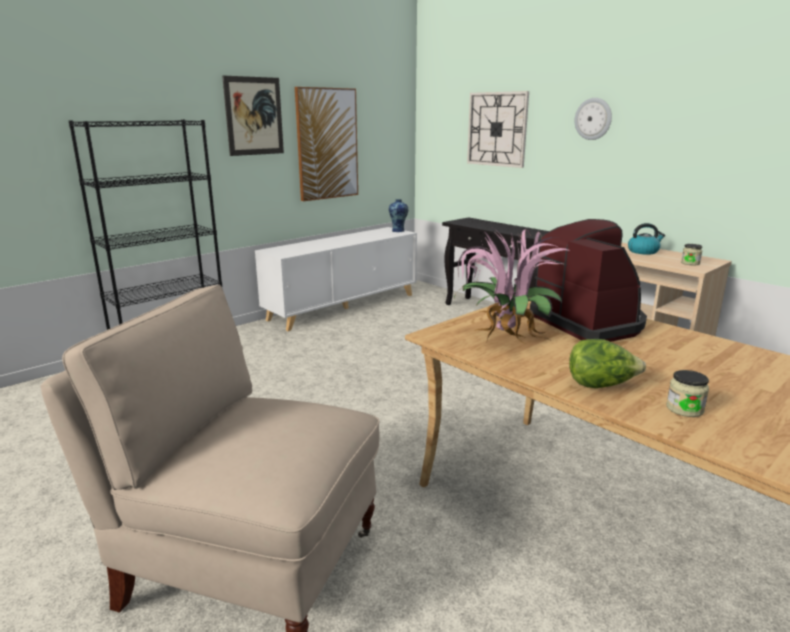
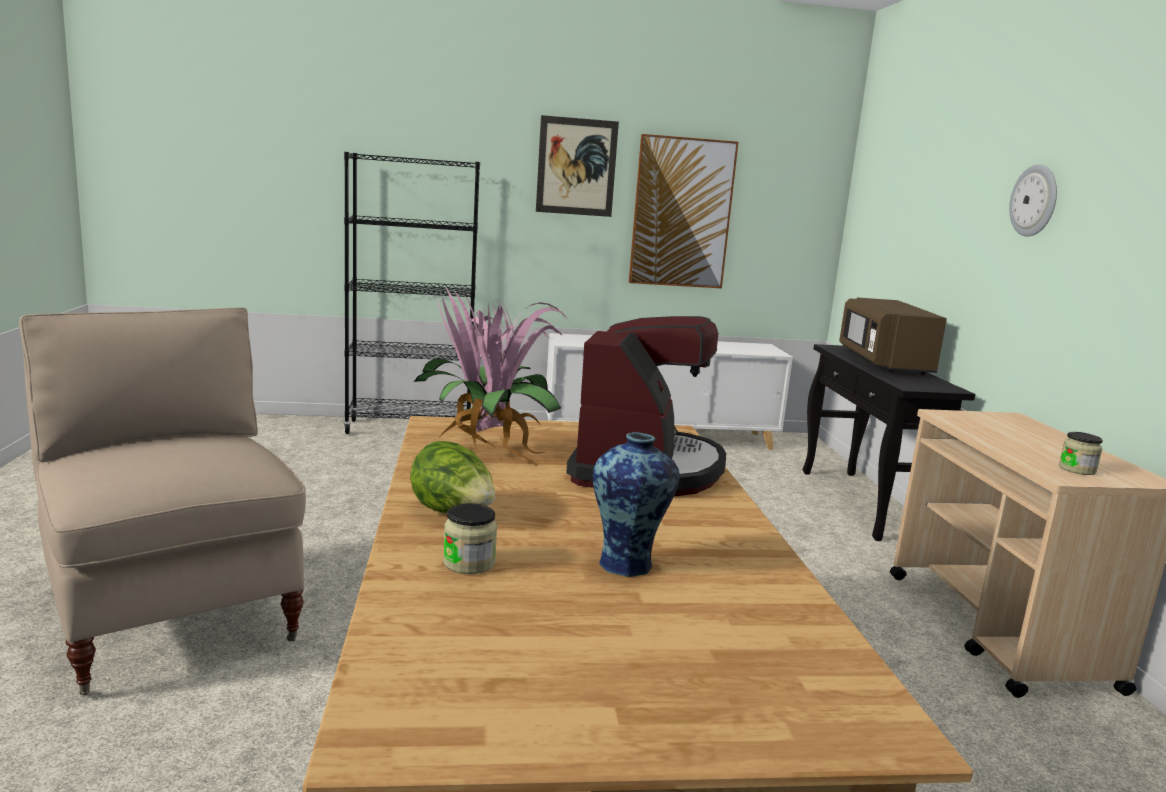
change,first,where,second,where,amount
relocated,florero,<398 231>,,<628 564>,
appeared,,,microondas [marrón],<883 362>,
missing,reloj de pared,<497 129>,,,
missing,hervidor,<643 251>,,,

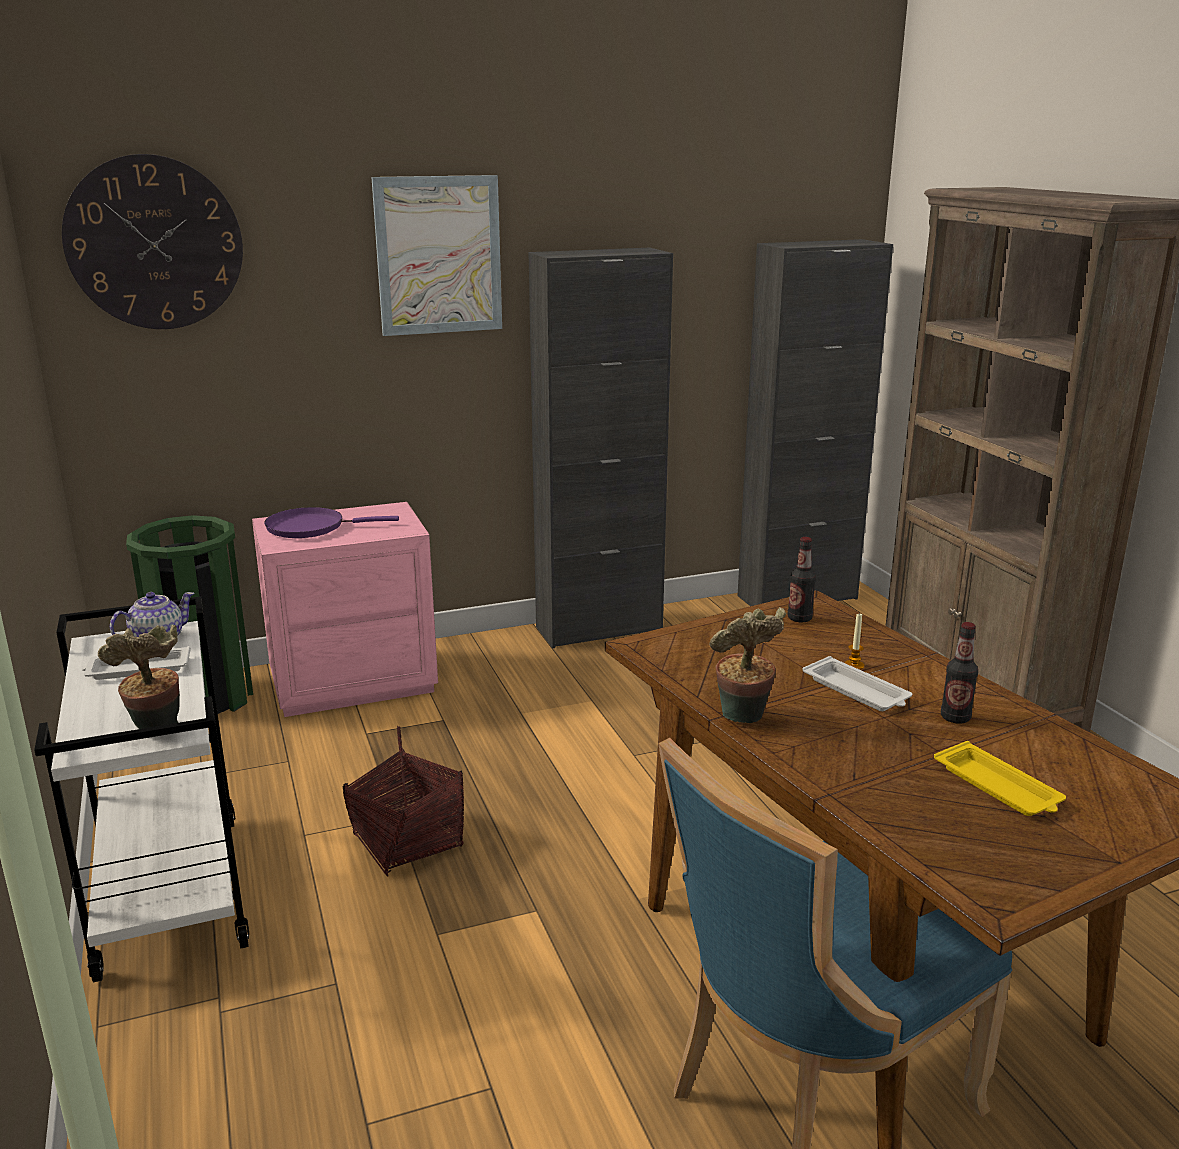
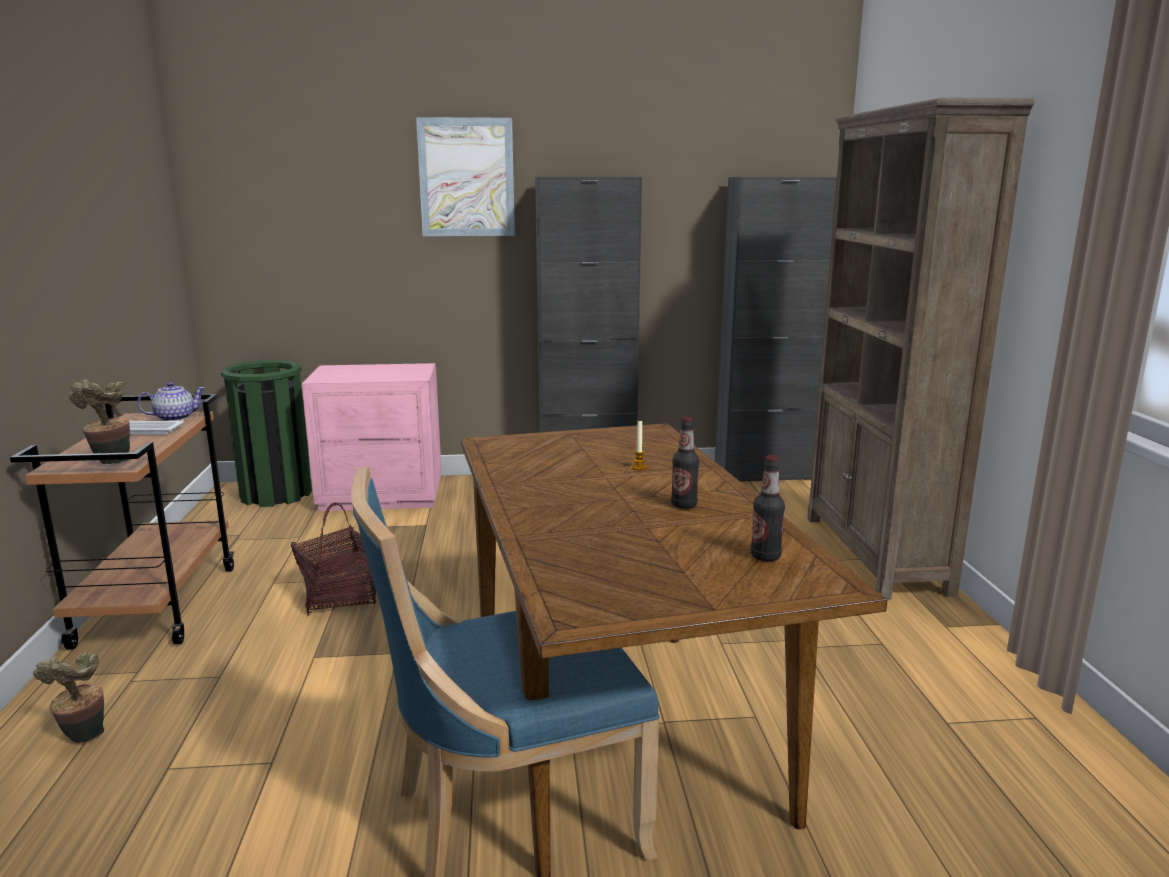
change,first,where,second,where,amount
colour,carrito [blanco],<168 893>,carrito [marrón],<157 605>,
relocated,planta en maceta,<743 719>,,<83 738>,
relocated,botella,<799 618>,,<765 556>,
missing,reloj de pared,<154 243>,,,
missing,sartén [morado],<311 527>,,,
missing,bandeja [blanco],<857 691>,,,
missing,bandeja [amarillo],<998 787>,,,

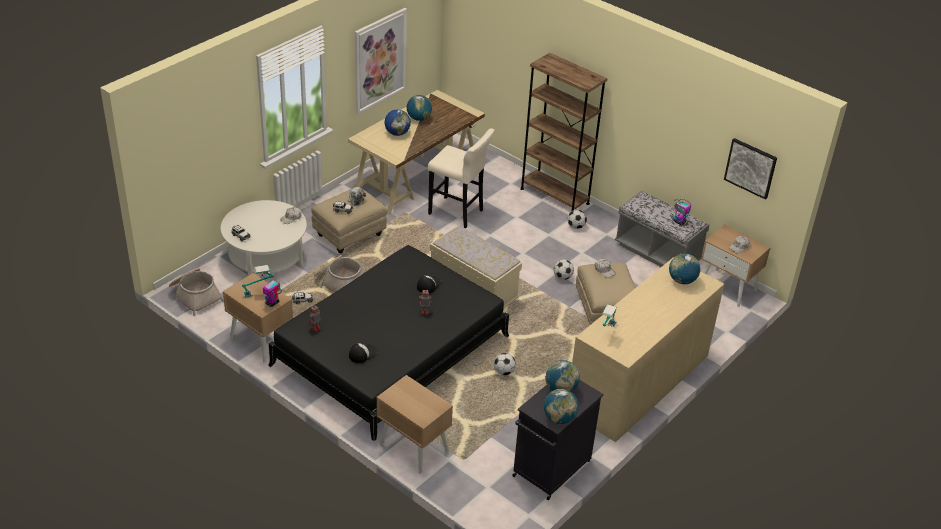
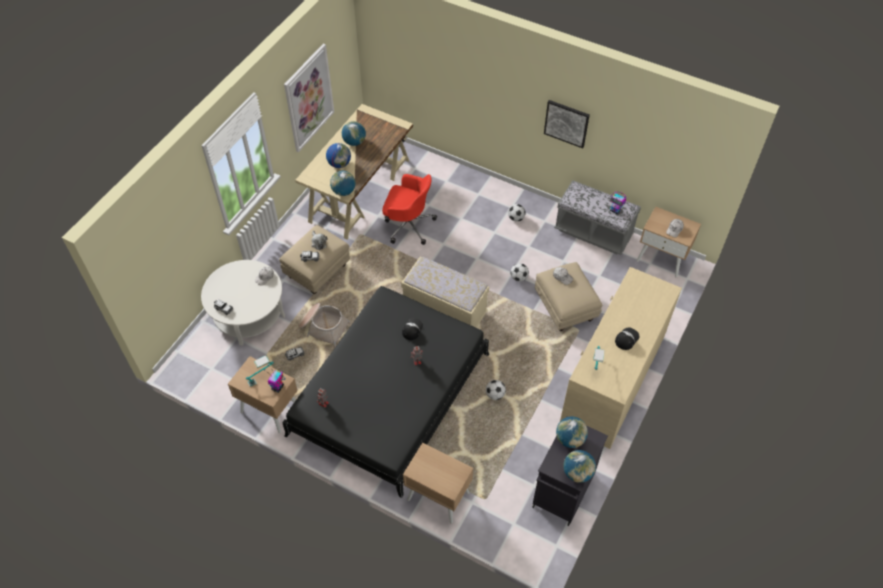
change,first,where,second,where,amount
relocated,globo terráqueo,<682 280>,,<343 191>,
exchanged,taburete [beis],<458 213>,silla de oficina [rojo],<408 225>,
relocated,cuadro,<750 168>,,<566 123>,
relocated,gorra,<362 354>,,<626 339>,
missing,cesta,<195 296>,,,
missing,estantería [marrón],<554 196>,,,

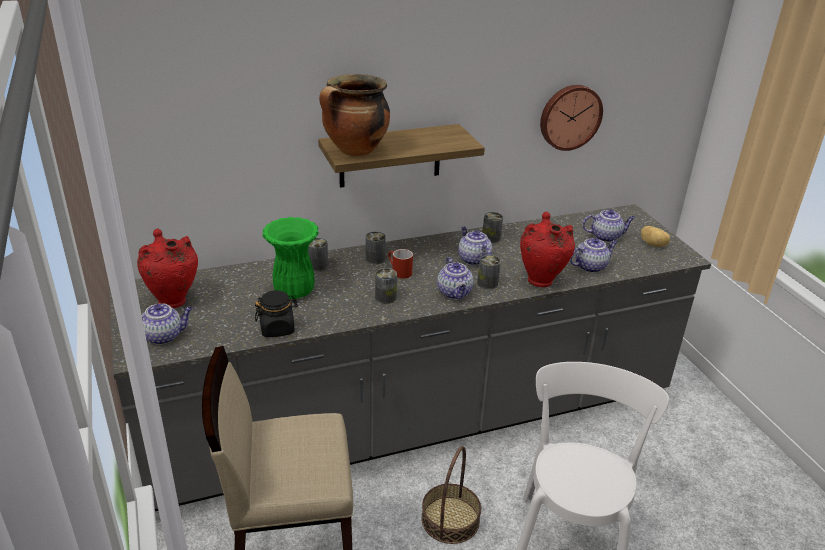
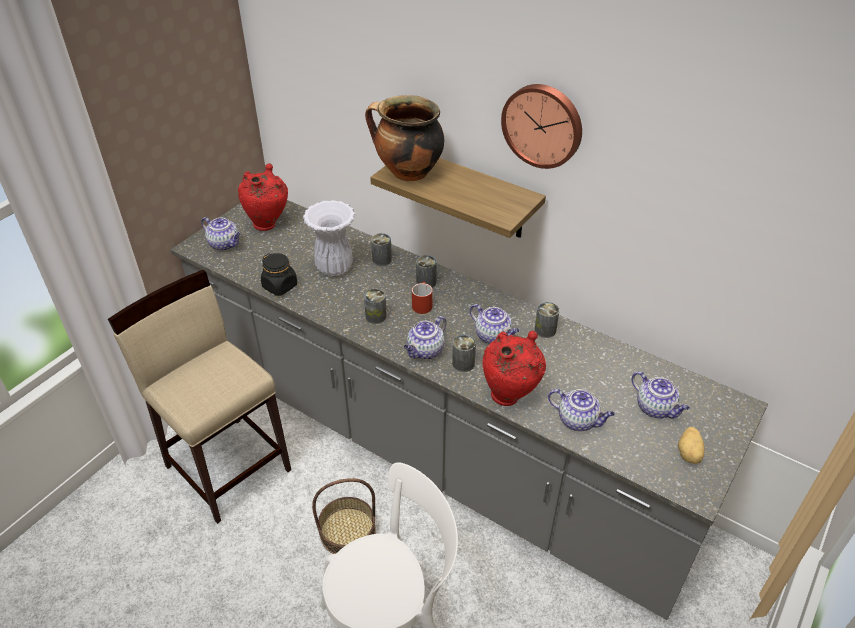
change,first,where,second,where,amount
colour,florero [verde],<295 291>,florero [blanco],<335 268>,
spun,tetera,<473 259>,,<493 336>,105 degrees clockwise
relocated,reloj de pared,<569 116>,,<543 125>,

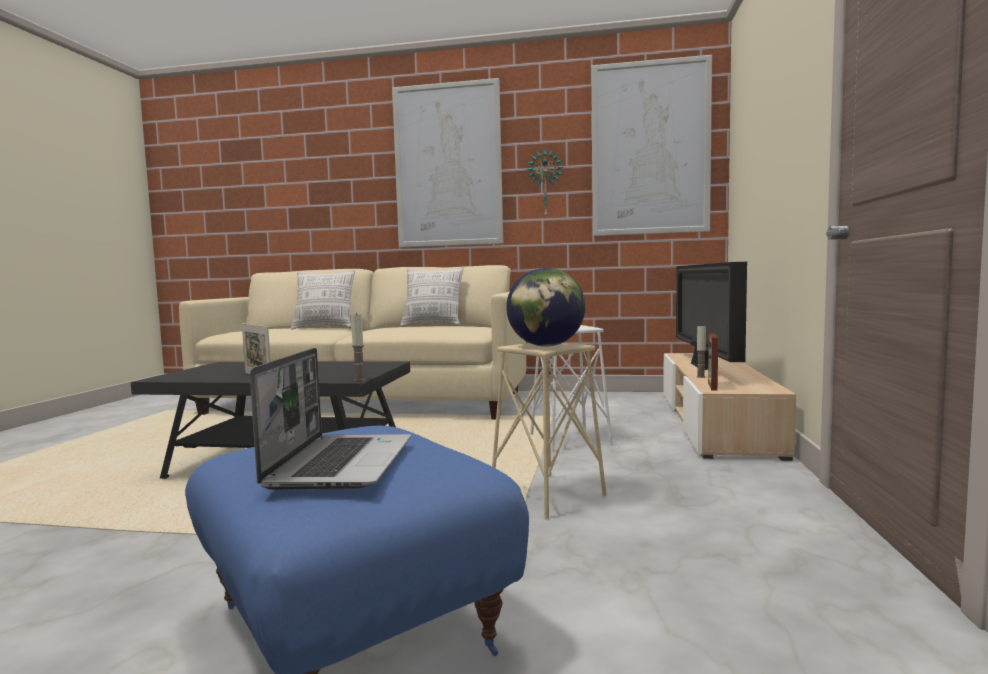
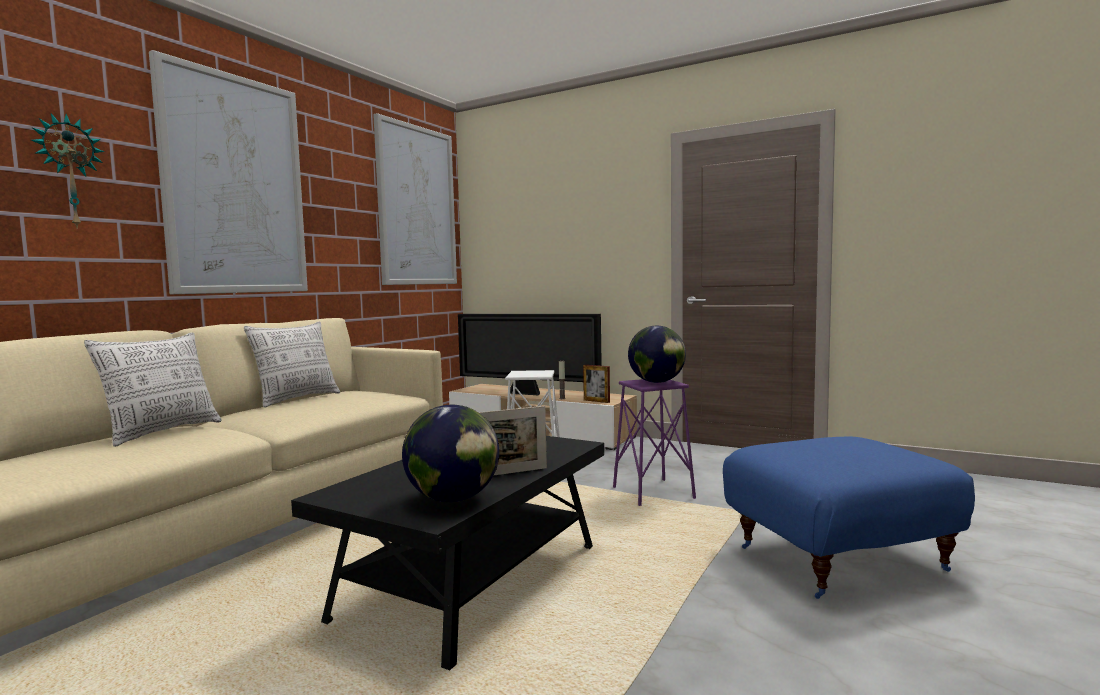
change,first,where,second,where,amount
relocated,reloj de pared,<545 184>,,<69 172>,
appeared,,,globo terráqueo,<452 499>,
colour,taburete [beis],<547 494>,taburete [morado],<652 492>,
missing,portátil,<341 462>,,,
missing,vela,<359 379>,,,

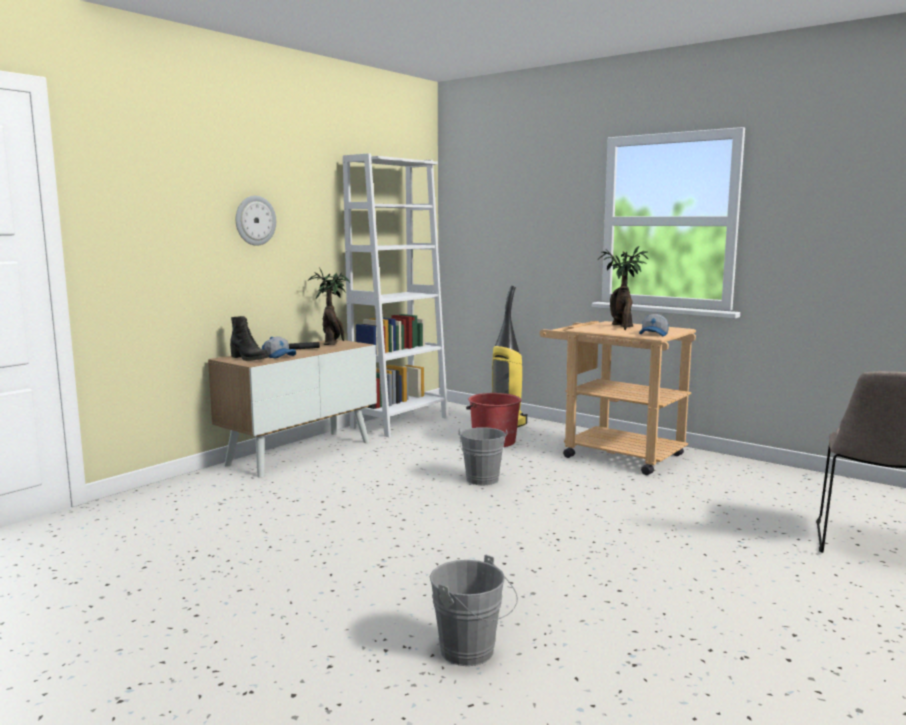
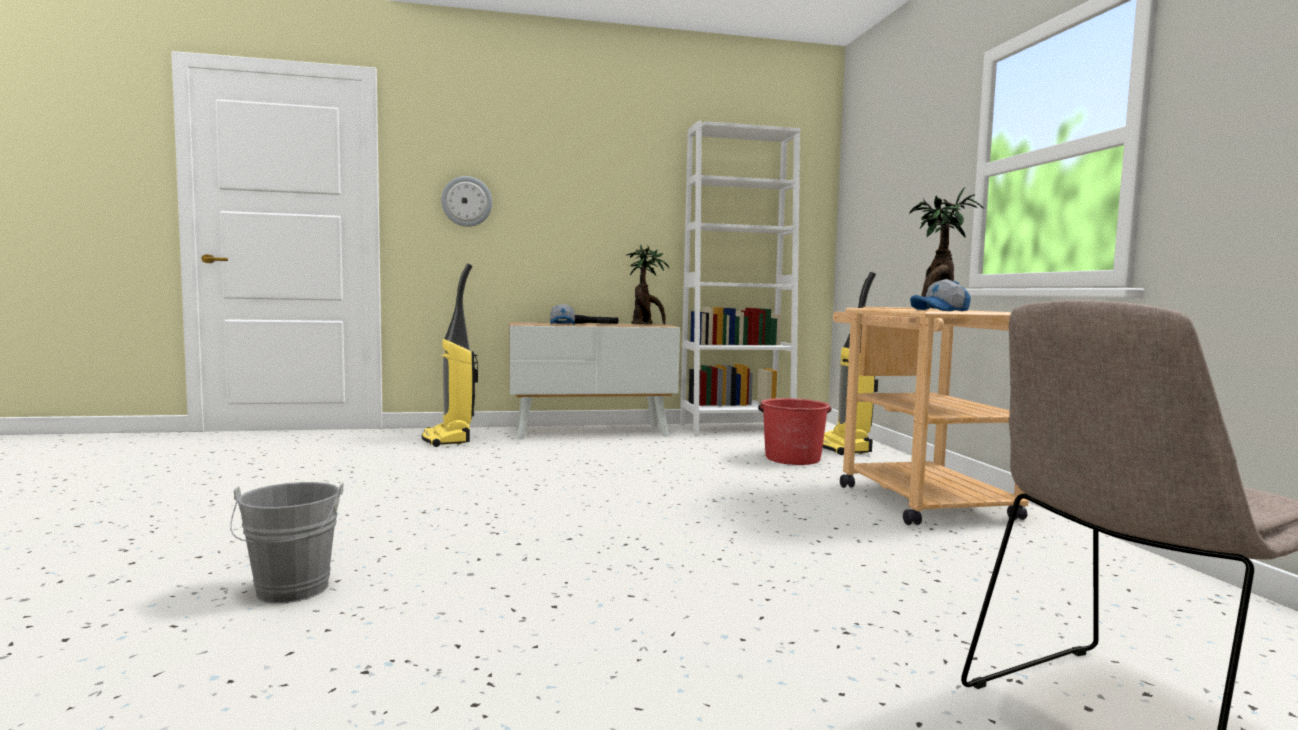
change,first,where,second,where,amount
appeared,,,aspiradora,<448 439>,
relocated,reloj de pared,<255 220>,,<467 201>,
missing,bota [negro],<248 359>,,,
missing,cubo [gris],<482 481>,,,

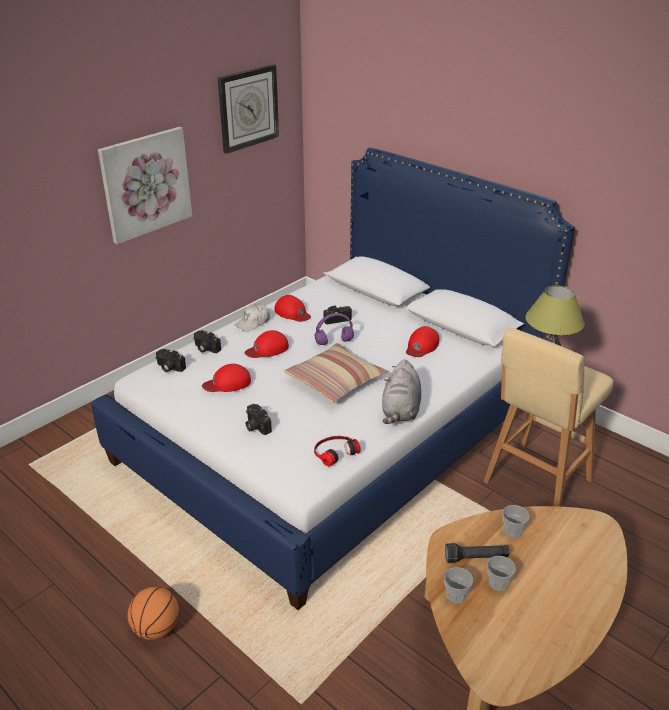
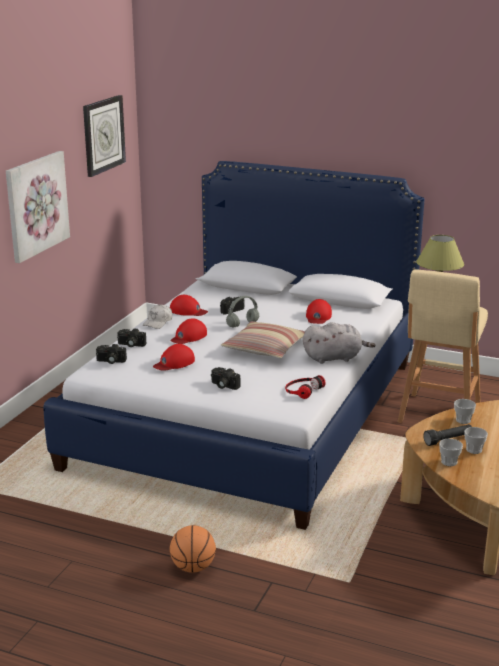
change,first,where,second,where,amount
colour,auriculares [morado],<333 342>,auriculares [gris],<242 324>,
spun,peluche [gris],<400 411>,,<334 358>,90 degrees counterclockwise

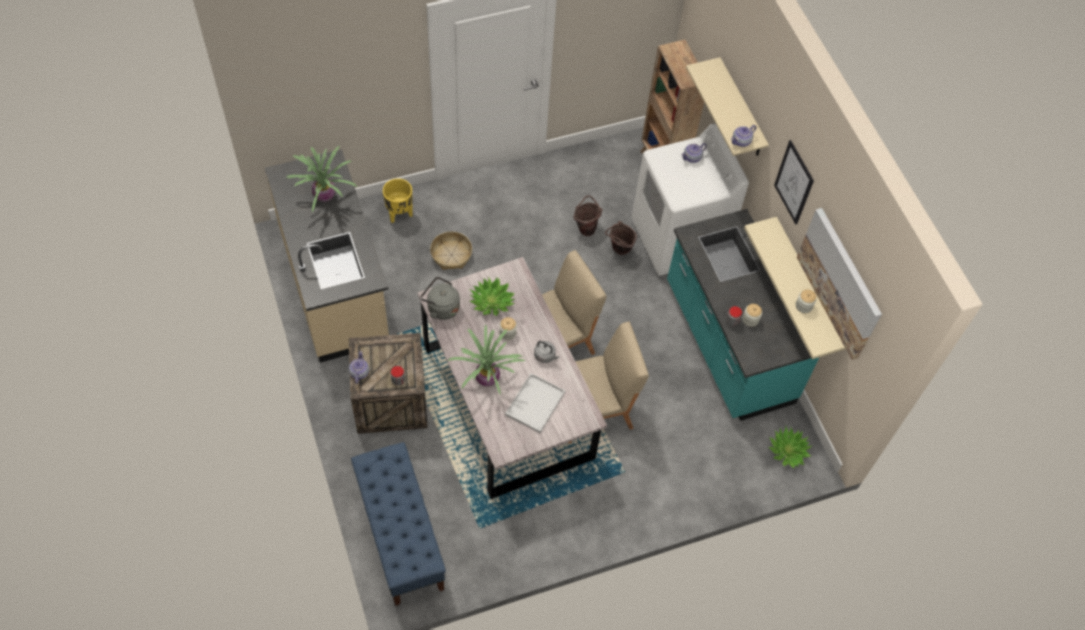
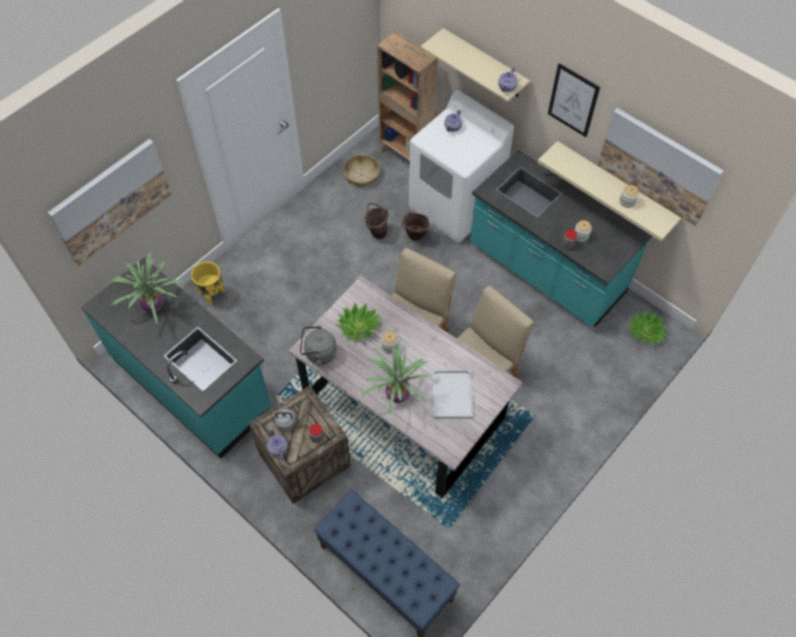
change,first,where,second,where,amount
appeared,,,cuadro,<111 201>,
colour,mueble bajo de cocina [beis],<335 284>,mueble bajo de cocina [turquesa],<193 383>,
relocated,hervidor [gris],<545 356>,,<287 422>,
relocated,cesta,<451 255>,,<362 175>,

